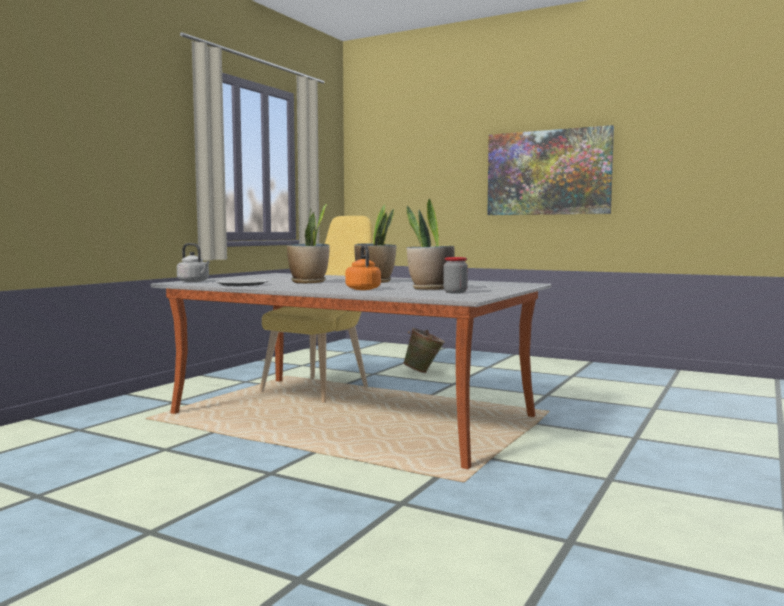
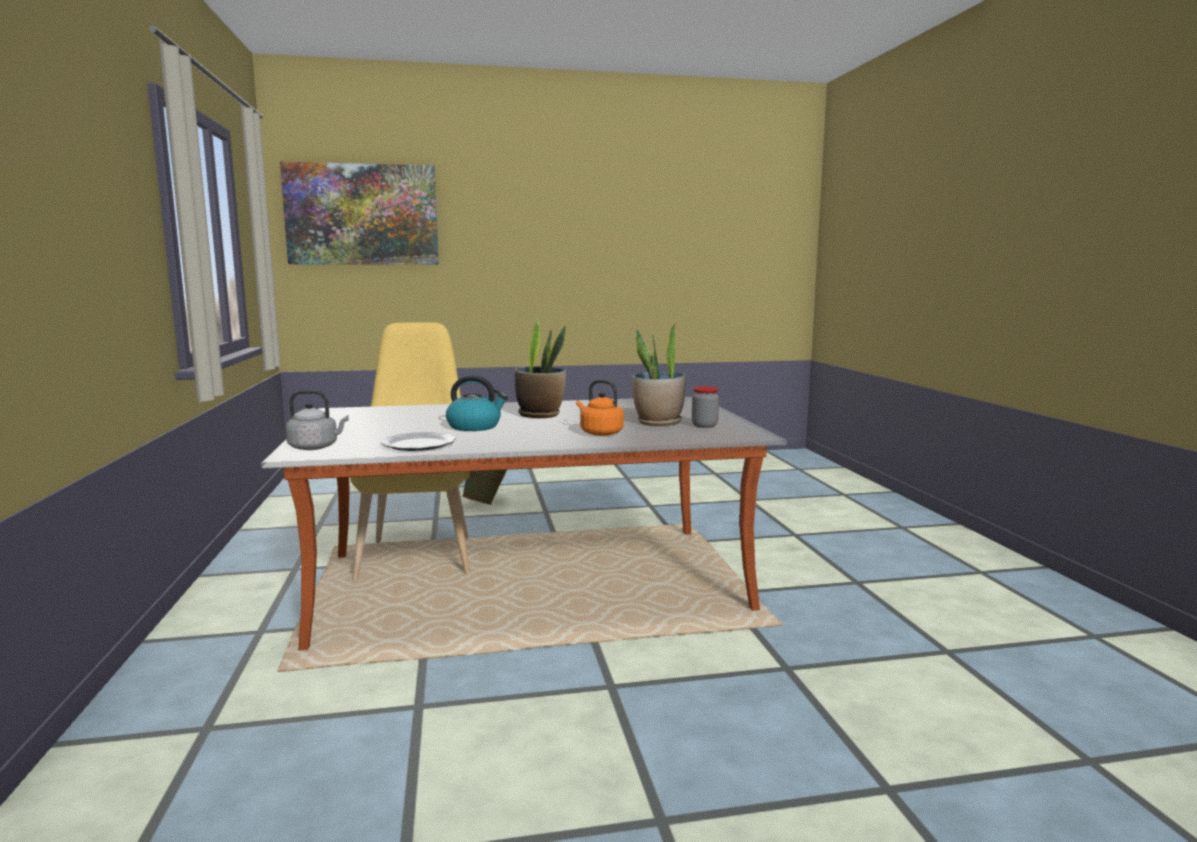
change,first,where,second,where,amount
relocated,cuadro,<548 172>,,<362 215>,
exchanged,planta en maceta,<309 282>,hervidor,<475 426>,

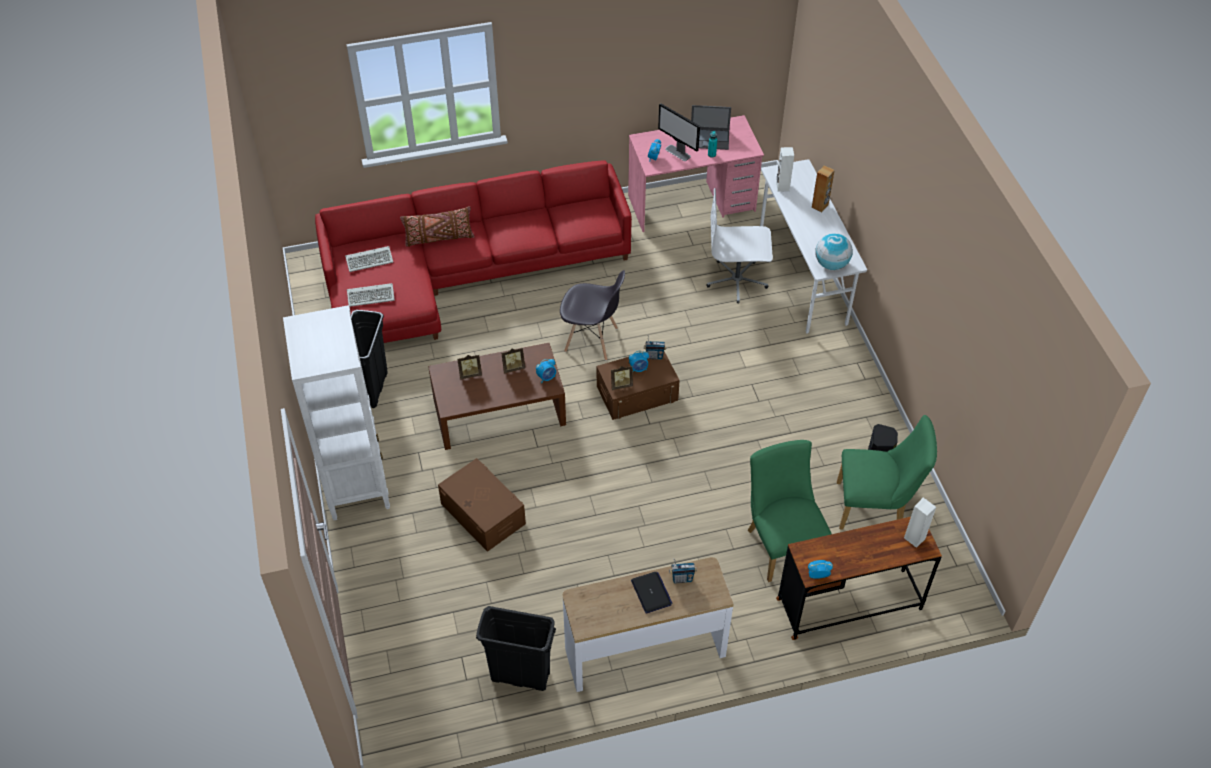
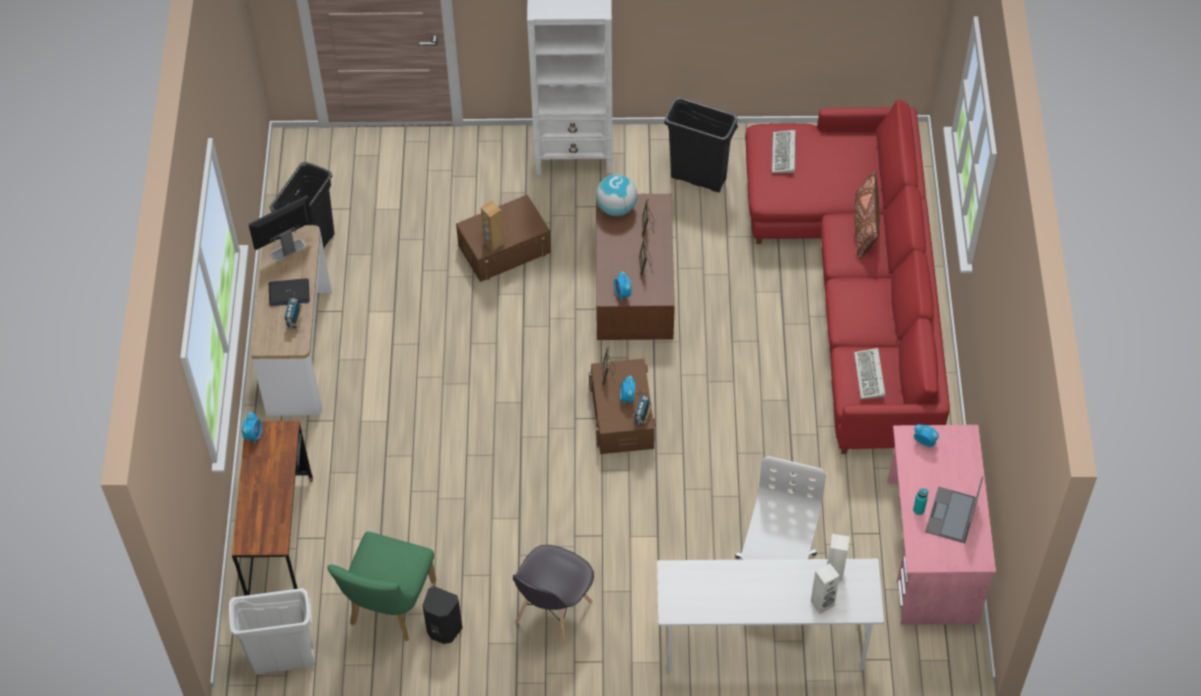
change,first,where,second,where,amount
appeared,,,papelera [blanco],<284 659>,
relocated,monitor,<678 153>,,<287 250>,
relocated,altavoz [marrón],<820 206>,,<493 242>,
relocated,silla [gris],<592 340>,,<553 613>,
relocated,globo terráqueo,<831 264>,,<616 208>,
relocated,altavoz [blanco],<914 538>,,<822 604>,
relocated,teclado,<370 260>,,<870 376>,
missing,silla [verde],<781 543>,,,

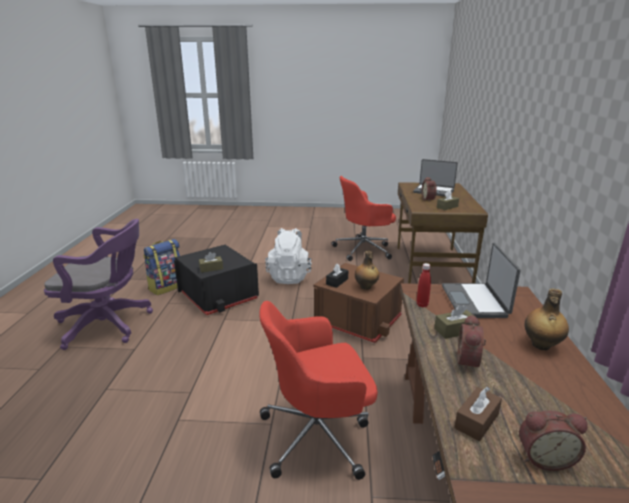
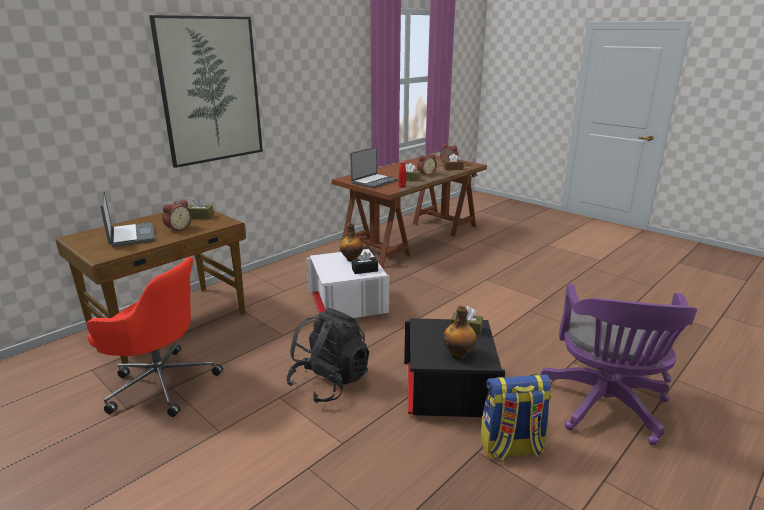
change,first,where,second,where,amount
appeared,,,cuadro,<211 90>,
colour,mochila [blanco],<289 276>,mochila [negro],<329 382>,
colour,caja de almacenaje [marrón],<358 320>,caja de almacenaje [blanco],<347 305>,
relocated,botella,<541 345>,,<458 354>,
spun,silla de oficina [morado],<109 325>,,<605 407>,120 degrees counterclockwise
missing,silla de oficina [rojo],<318 435>,,,

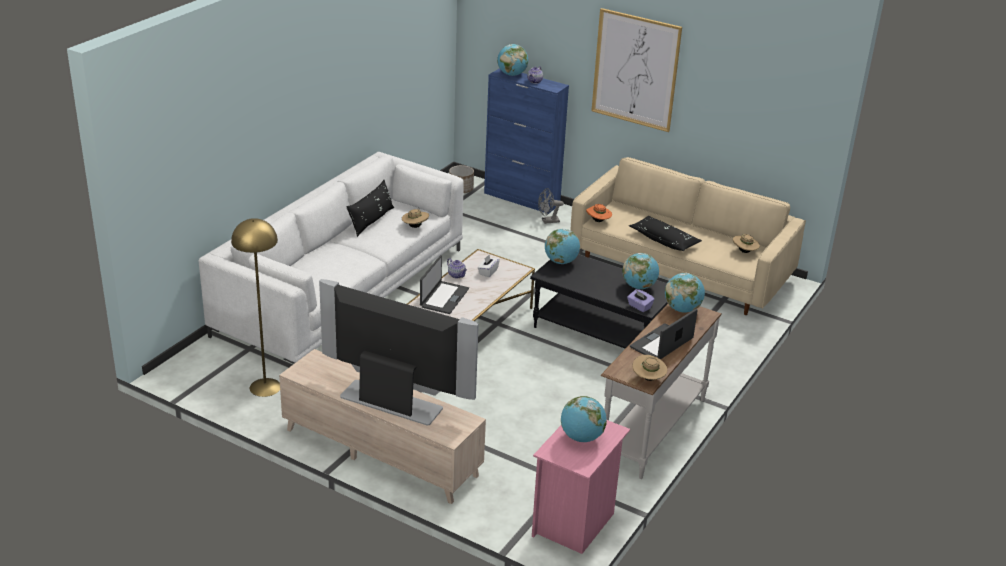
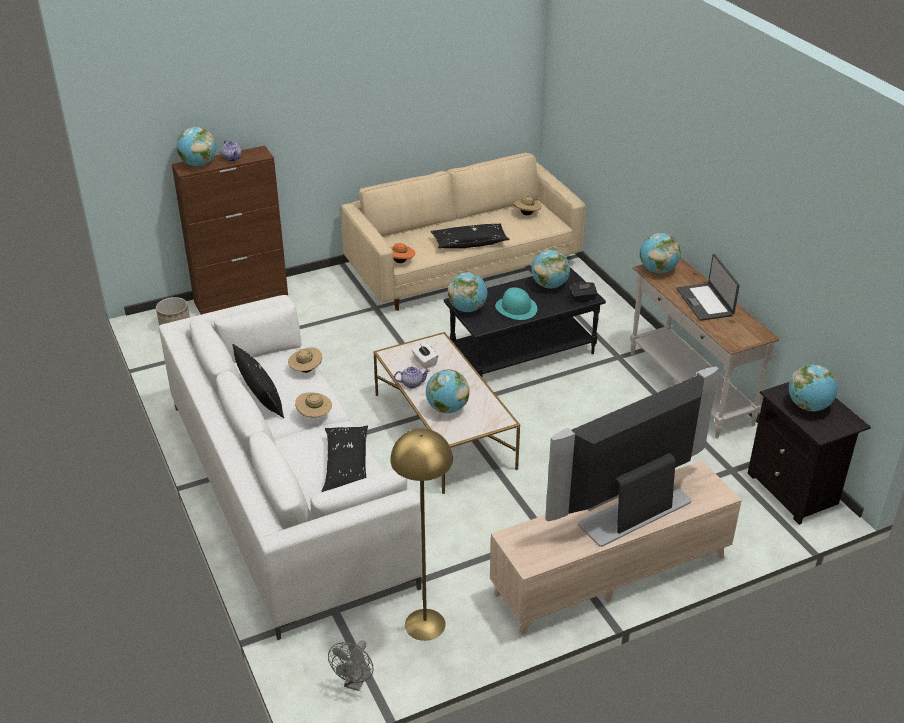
change,first,where,second,where,amount
colour,armario [azul],<522 199>,armario [marrón],<241 298>,
relocated,sombrero [beis],<648 378>,,<314 415>,
appeared,,,cojín [negro],<346 466>,
relocated,ventilador [gris],<547 221>,,<355 682>,
exchanged,portátil,<443 298>,globo terráqueo,<447 408>,
appeared,,,sombrero [turquesa],<516 308>,
colour,caja de pañuelos [morado],<639 307>,caja de pañuelos [negro],<583 299>,
colour,mesita de noche [rosa],<575 524>,mesita de noche [negro],<795 490>,
missing,cuadro,<635 70>,,,

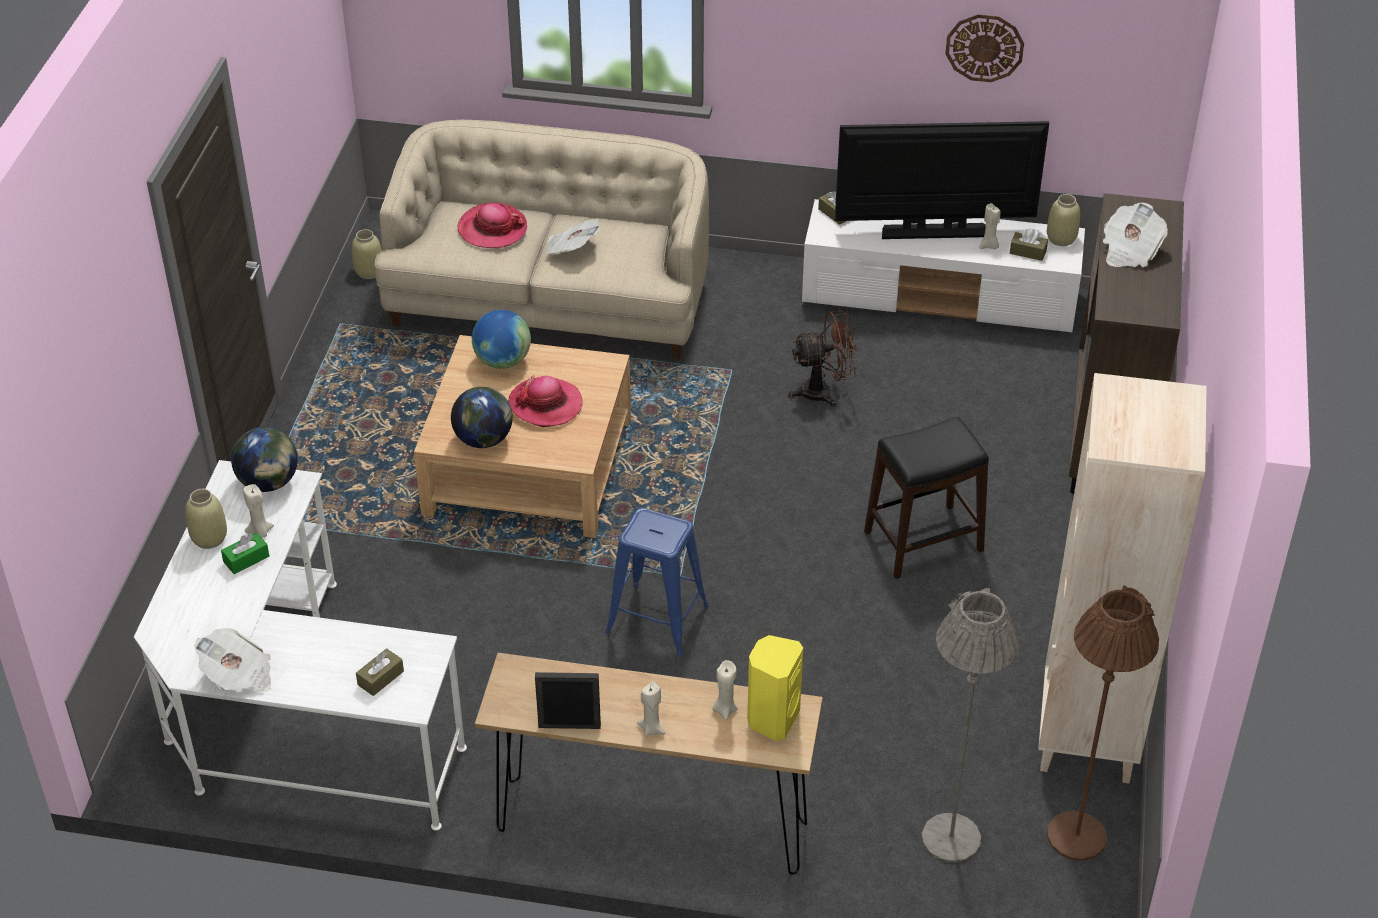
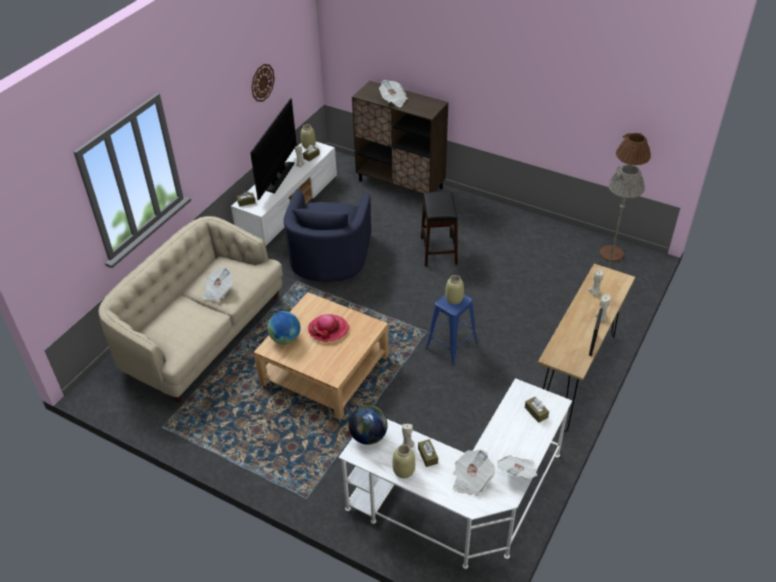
change,first,where,second,where,amount
exchanged,ventilador [marrón],<824 391>,sillón [azul],<329 255>,
colour,caja de pañuelos [verde],<246 559>,caja de pañuelos [marrón],<427 456>,
relocated,florero [beis],<369 272>,,<454 299>,
appeared,,,periódico,<471 480>,
missing,globo terráqueo,<484 439>,,,
missing,sombrero,<492 229>,,,
missing,altavoz [amarillo],<772 718>,,,
missing,estantería [beis],<1088 737>,,,

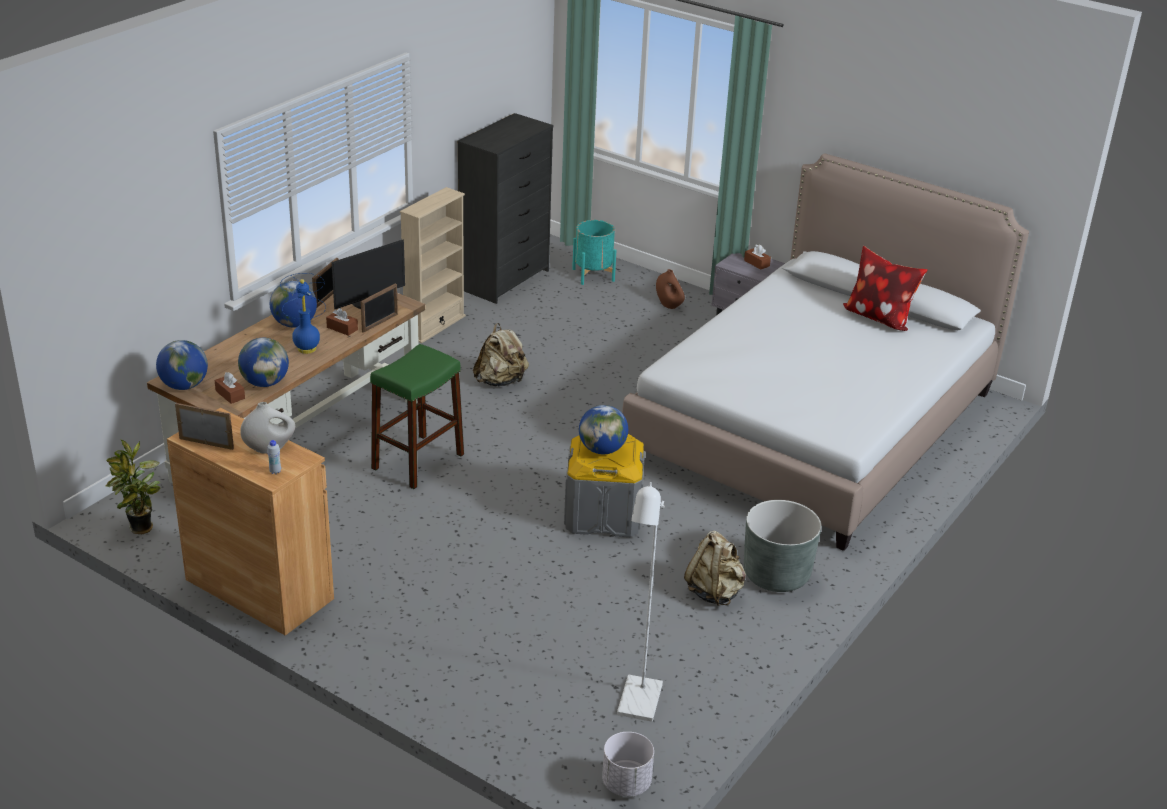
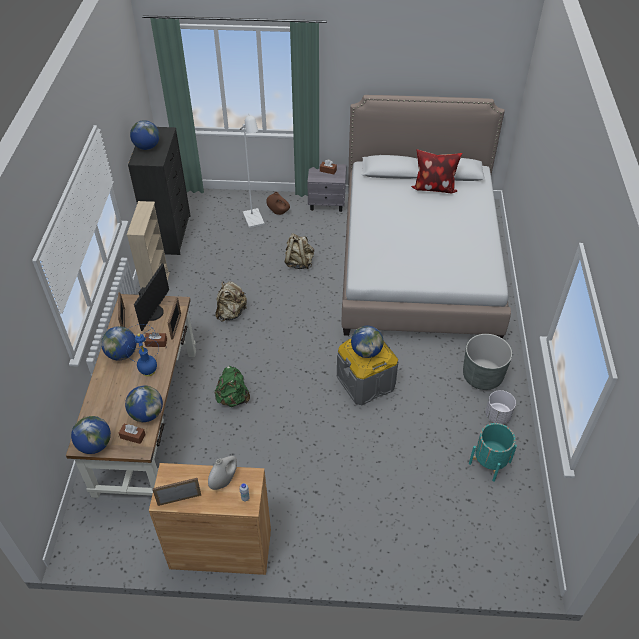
change,first,where,second,where,amount
appeared,,,globo terráqueo,<147 147>,
exchanged,taburete [verde],<417 461>,mochila [verde],<233 398>,
relocated,lámpara de pie [blanco],<638 707>,,<255 222>,
relocated,mochila [beis],<714 592>,,<299 262>,
relocated,maceta [turquesa],<593 275>,,<489 462>,
relocated,maceta [blanco],<626 783>,,<498 415>,
missing,planta en maceta,<141 529>,,,

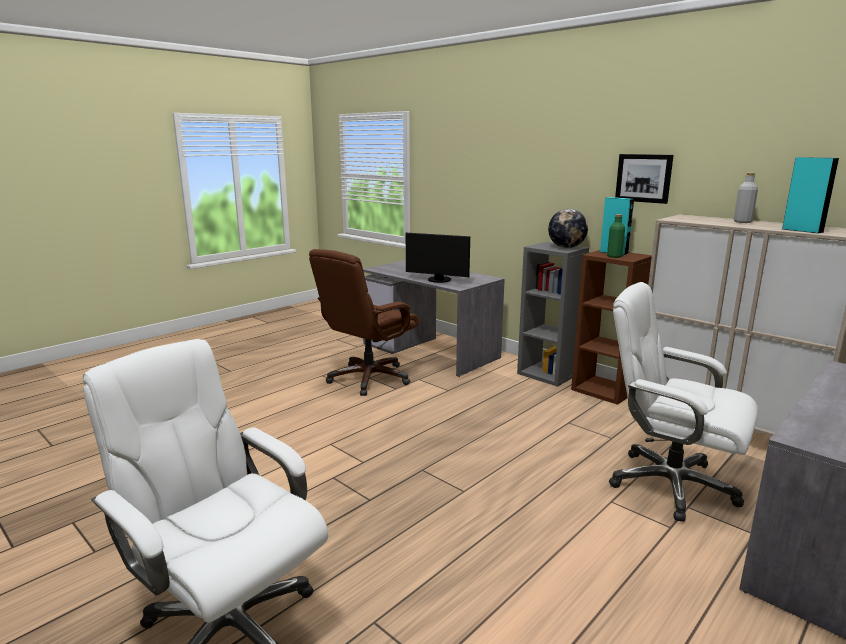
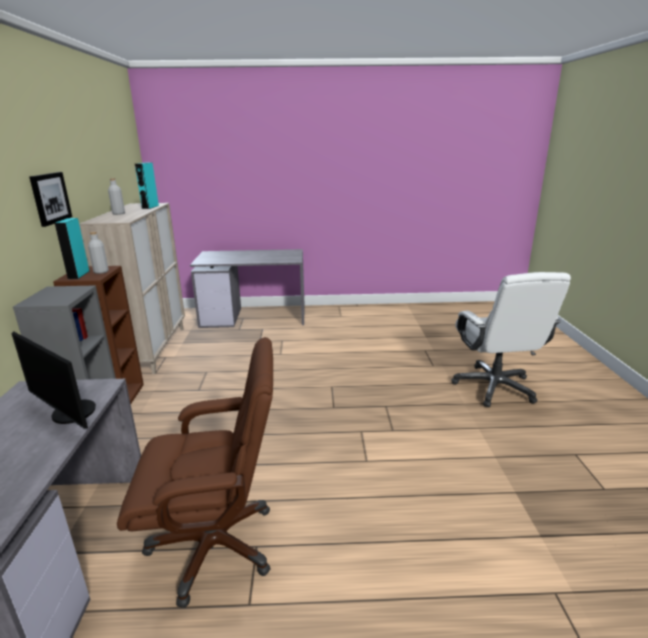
change,first,where,second,where,amount
spun,monitor,<438 280>,,<69 414>,150 degrees clockwise
colour,botella [verde],<614 256>,botella [gris],<101 272>,
missing,globo terráqueo,<566 247>,,,
missing,silla de oficina [blanco],<669 484>,,,

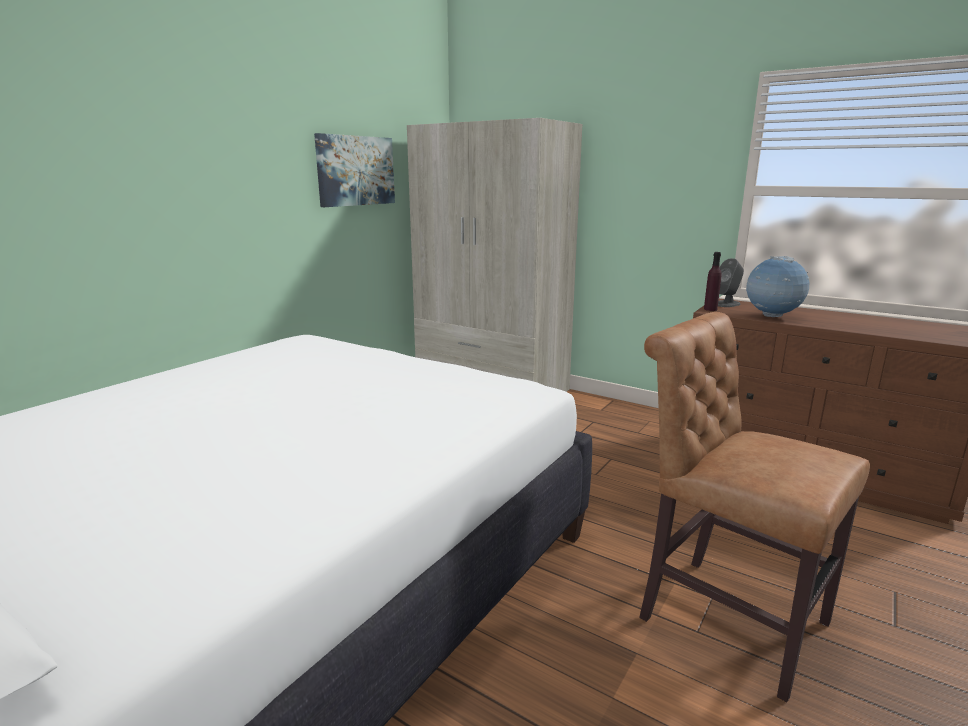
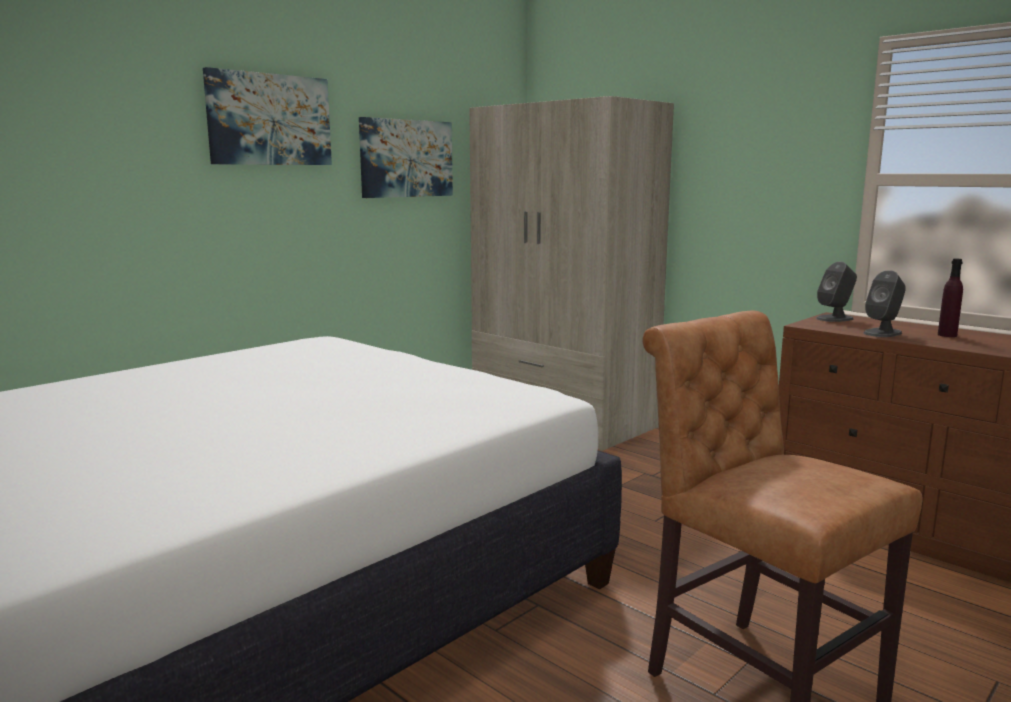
change,first,where,second,where,amount
appeared,,,cuadro,<269 120>,
exchanged,globo terráqueo,<772 316>,altavoz [gris],<882 333>,
relocated,botella [morado],<710 309>,,<947 335>,

